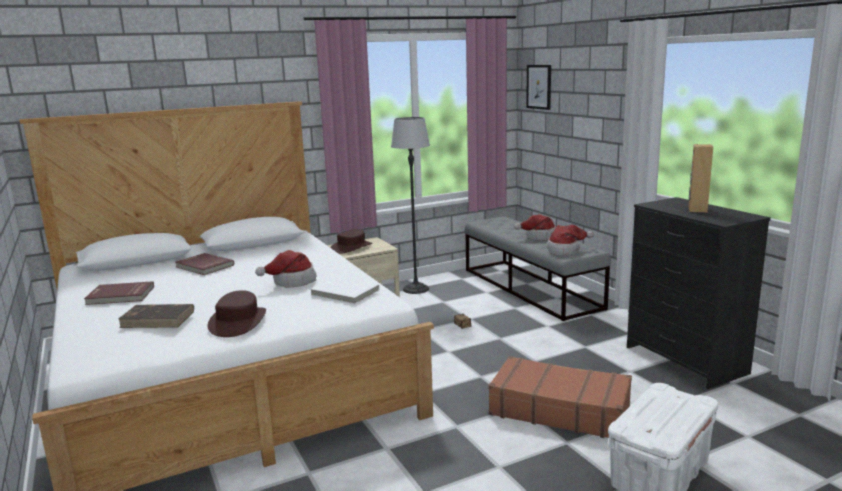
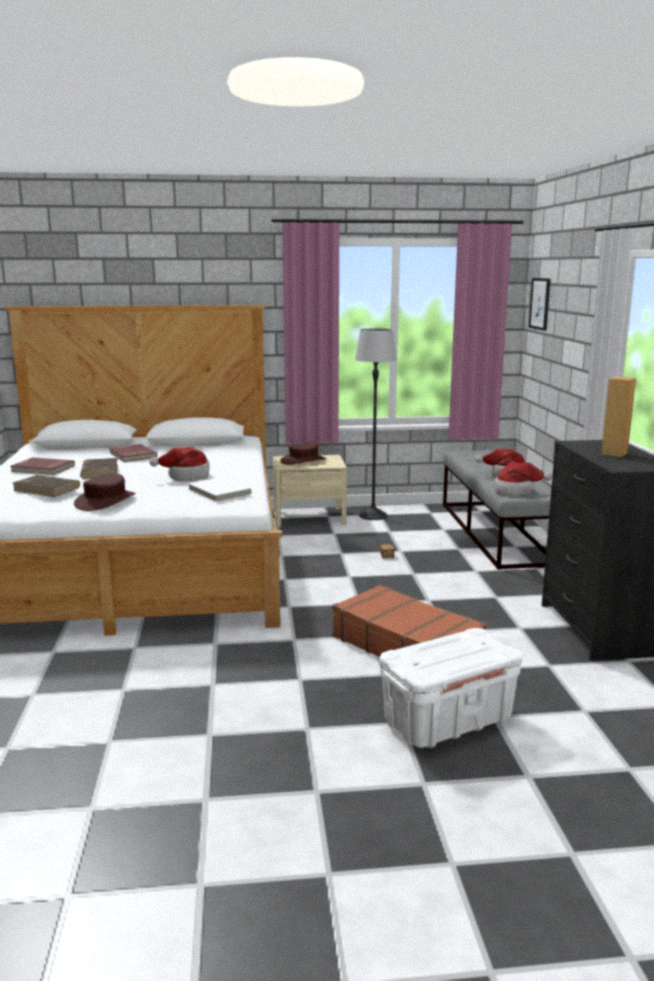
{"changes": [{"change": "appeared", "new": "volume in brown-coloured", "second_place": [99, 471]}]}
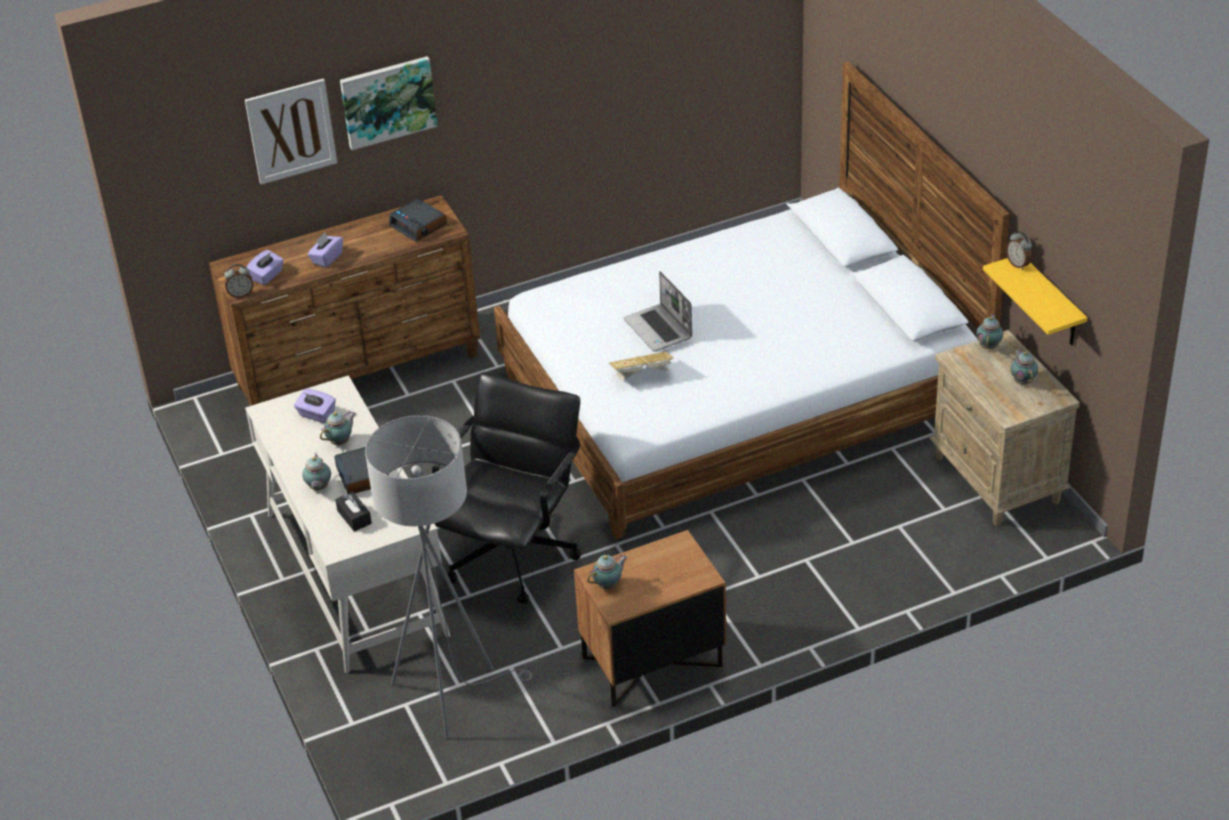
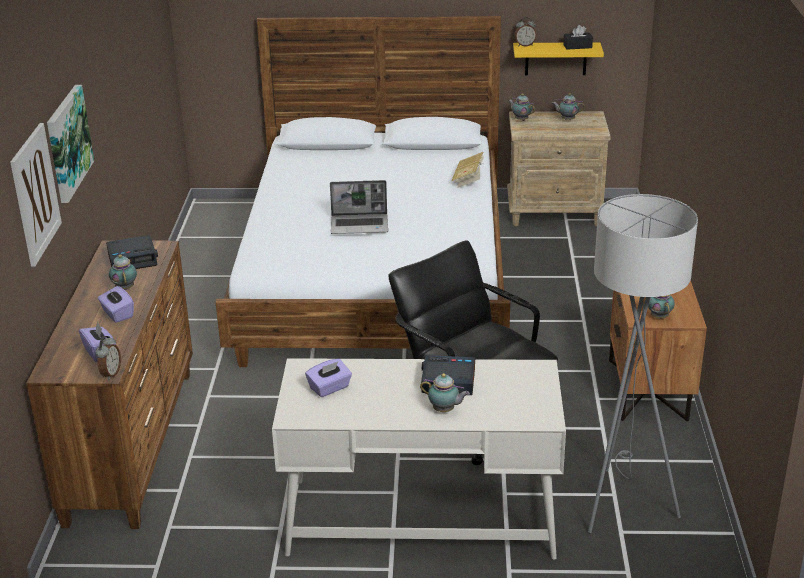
{"changes": [{"change": "relocated", "old": "volume", "first_place": [642, 376], "second_place": [469, 179]}, {"change": "relocated", "old": "tea pot", "first_place": [341, 441], "second_place": [125, 287]}, {"change": "relocated", "old": "box of tissues in blackish", "first_place": [354, 517], "second_place": [577, 46]}]}
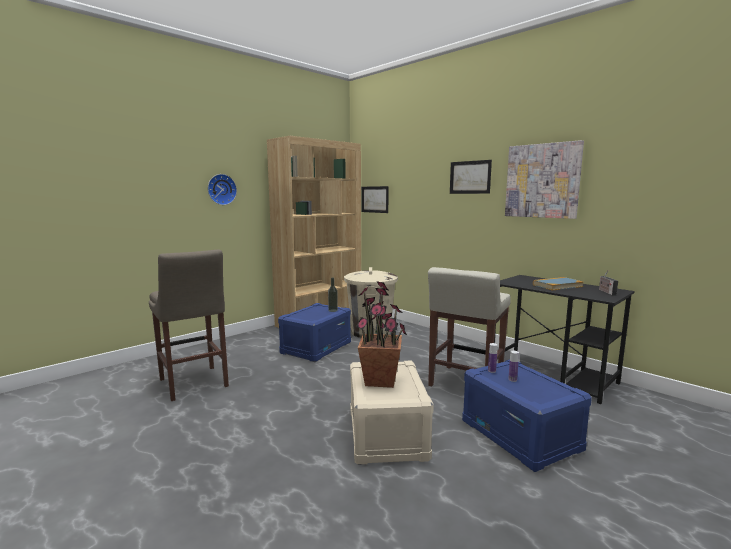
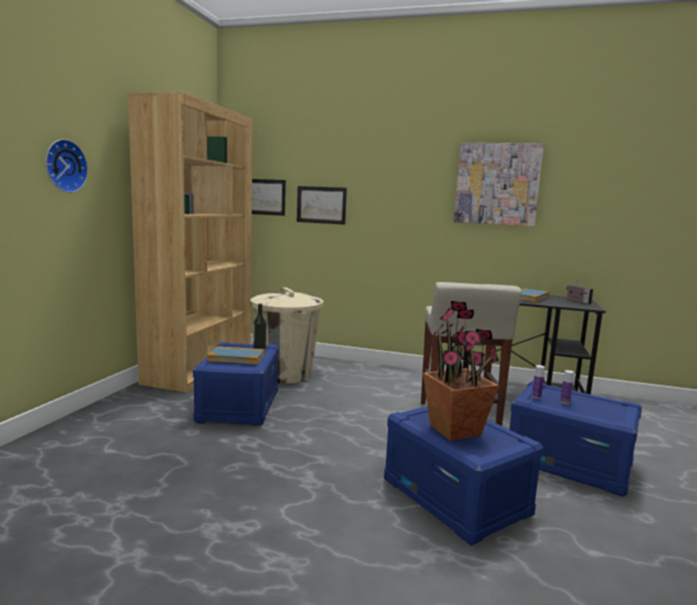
{"changes": [{"change": "relocated", "old": "wall art", "first_place": [470, 177], "second_place": [321, 205]}, {"change": "missing", "old": "stool in beige", "first_place": [194, 384]}, {"change": "colour", "old": "storage container in beige", "new": "storage container in blue-coloured", "first_place": [387, 434], "second_place": [456, 497]}, {"change": "appeared", "new": "volume", "second_place": [236, 358]}]}
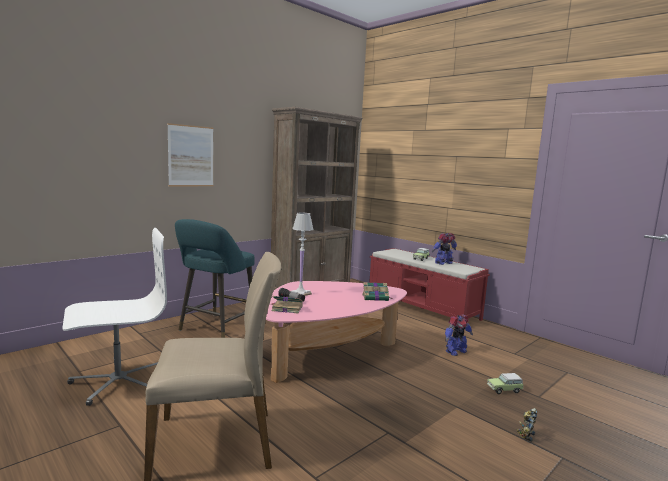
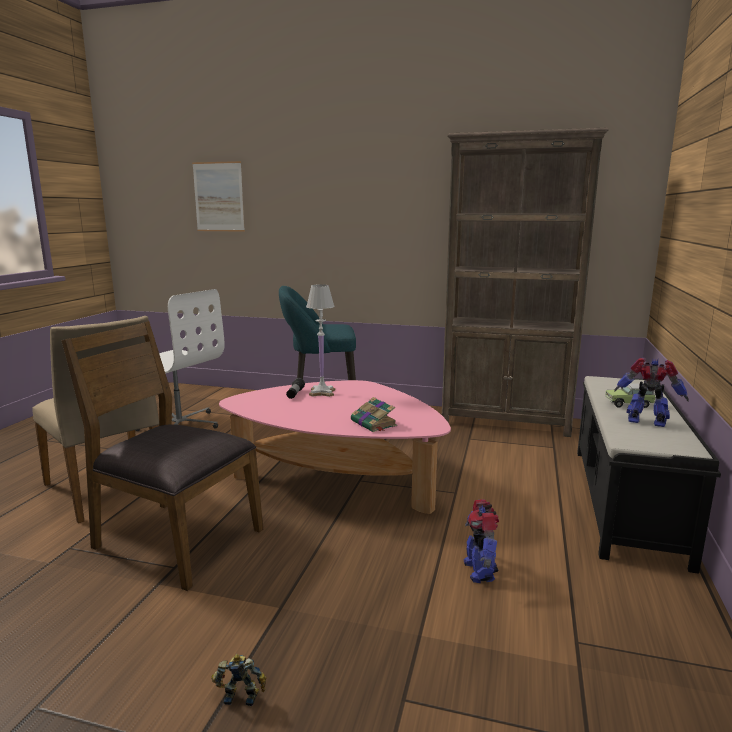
{"changes": [{"change": "relocated", "old": "wall art", "first_place": [191, 156], "second_place": [218, 197]}, {"change": "colour", "old": "bench in reddish", "new": "bench in blackish", "first_place": [423, 308], "second_place": [626, 502]}, {"change": "missing", "old": "volume", "first_place": [286, 308]}, {"change": "spun", "old": "robot figure", "first_place": [455, 351], "second_place": [479, 570], "degrees": 60}, {"change": "missing", "old": "miniature car", "first_place": [505, 390]}, {"change": "appeared", "new": "upright chair in brown-coloured", "second_place": [176, 539]}]}
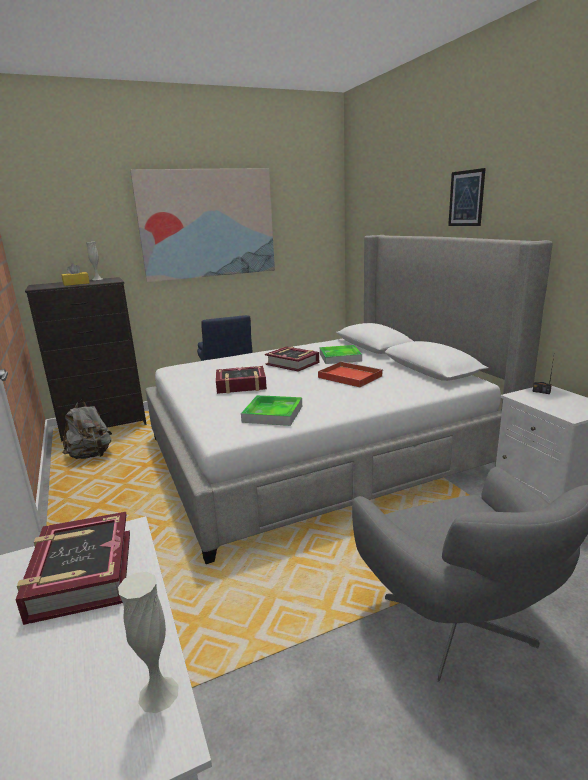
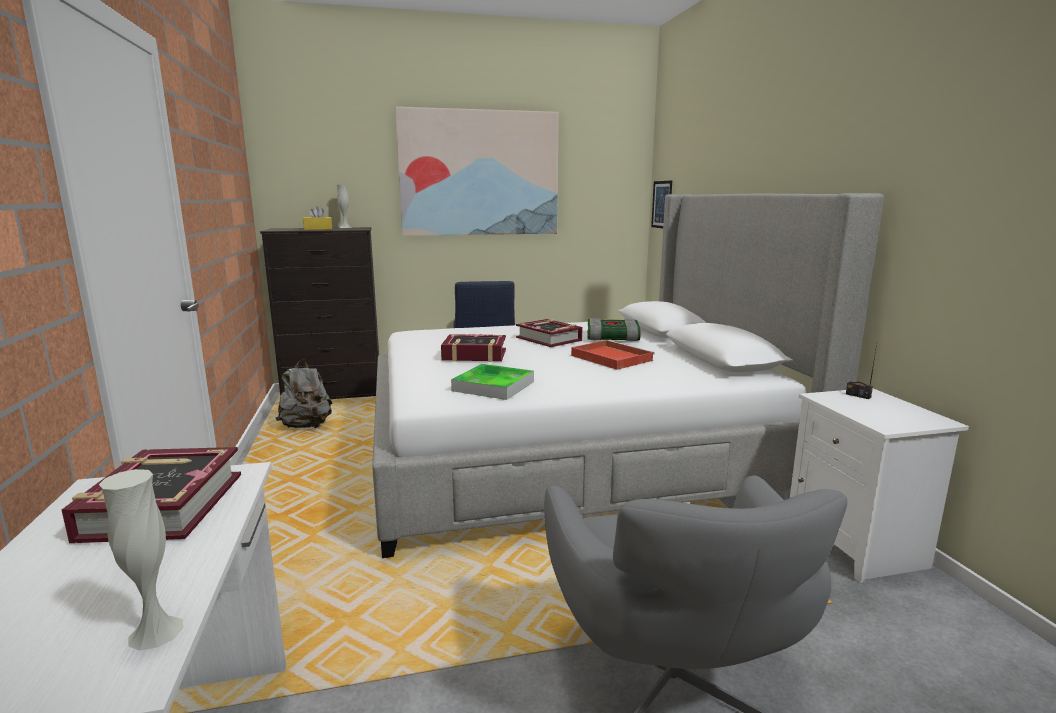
{"changes": [{"change": "relocated", "old": "wall art", "first_place": [466, 198], "second_place": [662, 204]}, {"change": "exchanged", "old": "serving tray", "new": "volume", "first_place": [340, 357], "second_place": [611, 338]}]}
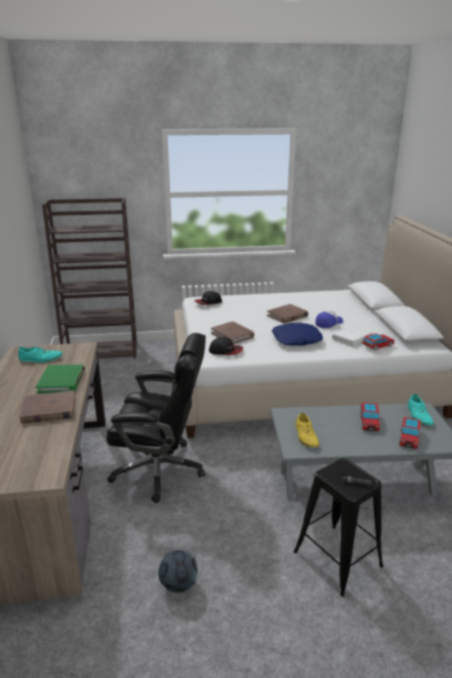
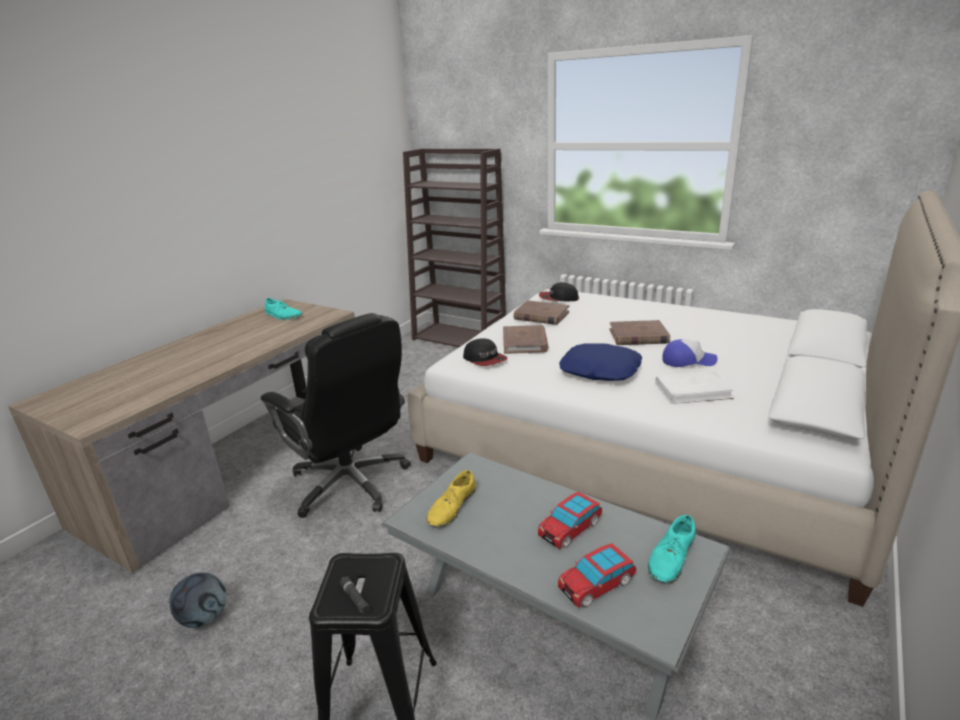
{"changes": [{"change": "missing", "old": "miniature car", "first_place": [377, 346]}, {"change": "missing", "old": "volume in green-coloured", "first_place": [62, 381]}, {"change": "relocated", "old": "volume in brown-coloured", "first_place": [49, 410], "second_place": [541, 315]}]}
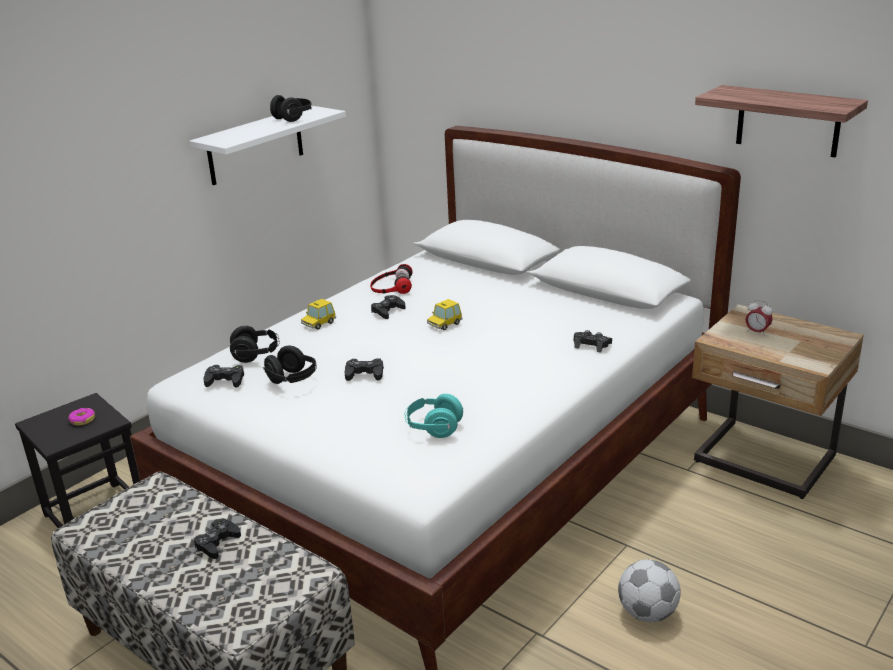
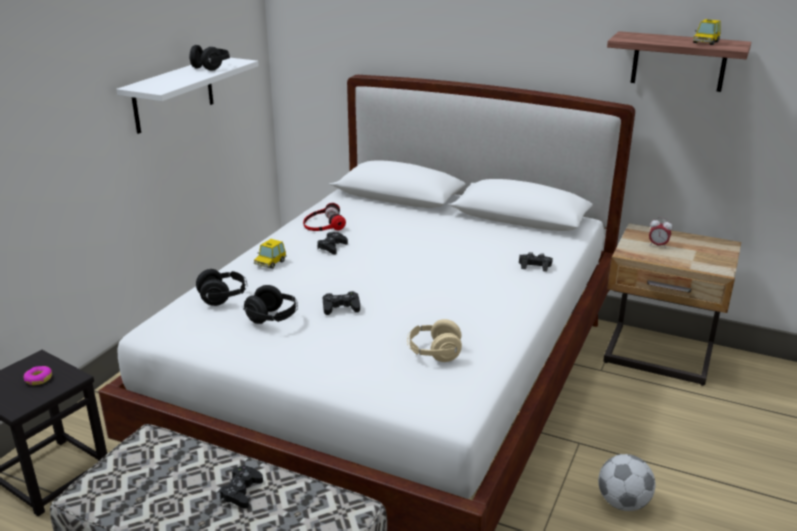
{"changes": [{"change": "relocated", "old": "miniature car", "first_place": [444, 324], "second_place": [705, 42]}, {"change": "missing", "old": "gamepad in blackish", "first_place": [225, 380]}, {"change": "colour", "old": "pair of headphones in blue-green", "new": "pair of headphones in beige", "first_place": [433, 428], "second_place": [434, 353]}]}
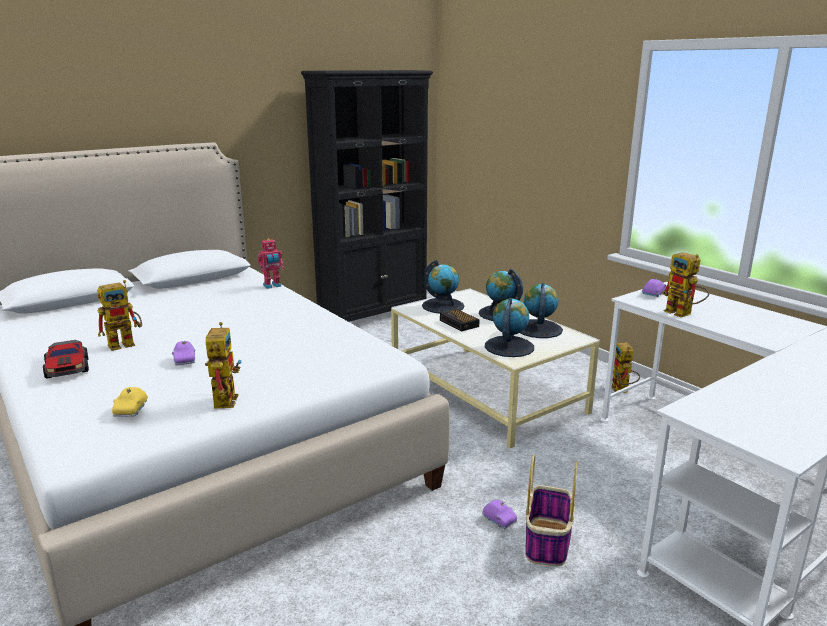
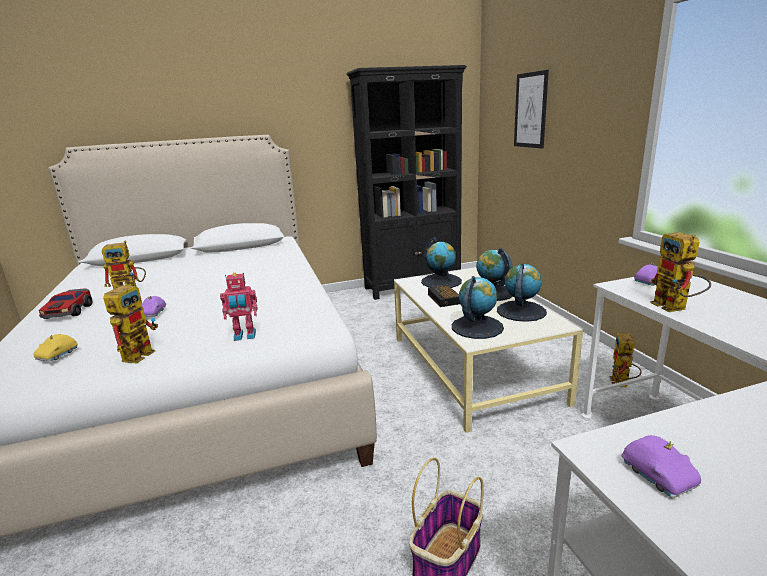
{"changes": [{"change": "relocated", "old": "robot figure", "first_place": [272, 286], "second_place": [244, 336]}, {"change": "relocated", "old": "miniature car in purple-coloured", "first_place": [499, 519], "second_place": [658, 475]}, {"change": "appeared", "new": "wall art", "second_place": [530, 110]}]}
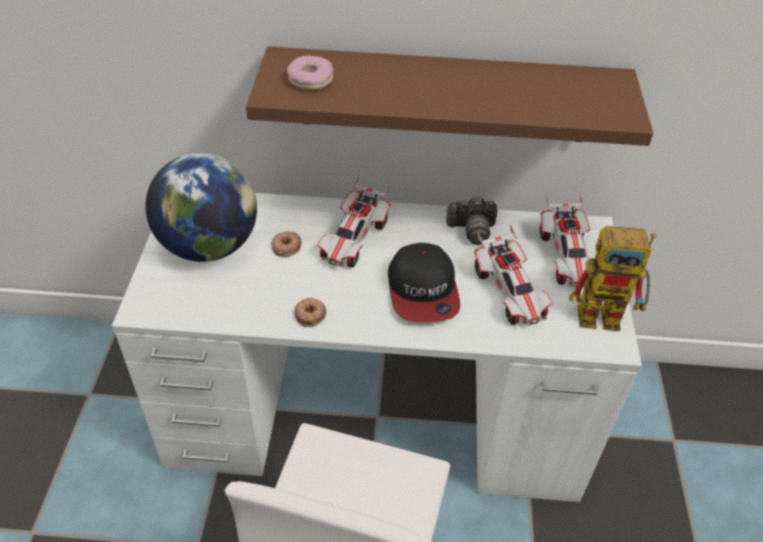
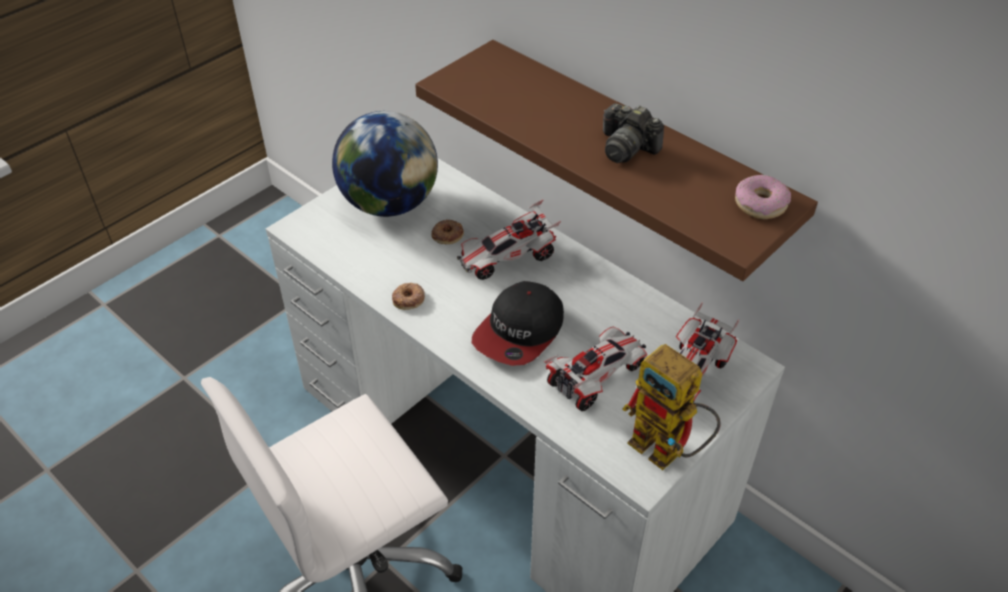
{"changes": [{"change": "relocated", "old": "donut", "first_place": [311, 80], "second_place": [760, 204]}, {"change": "relocated", "old": "still camera", "first_place": [472, 230], "second_place": [627, 148]}, {"change": "spun", "old": "miniature car", "first_place": [510, 293], "second_place": [595, 377], "degrees": -150}]}
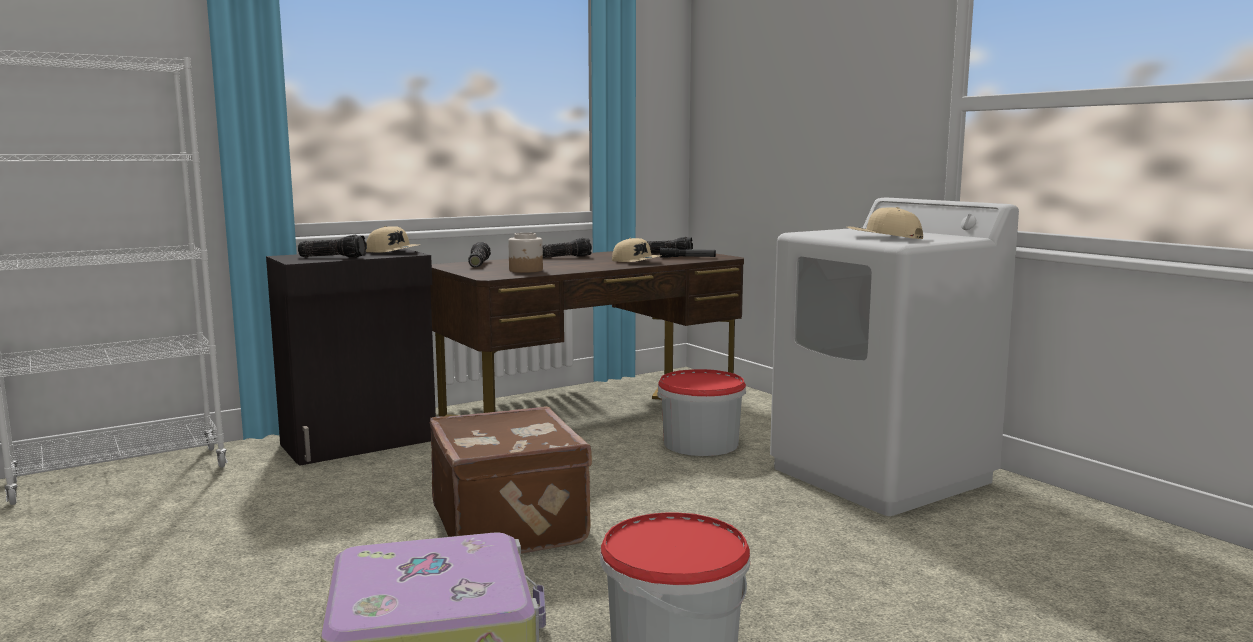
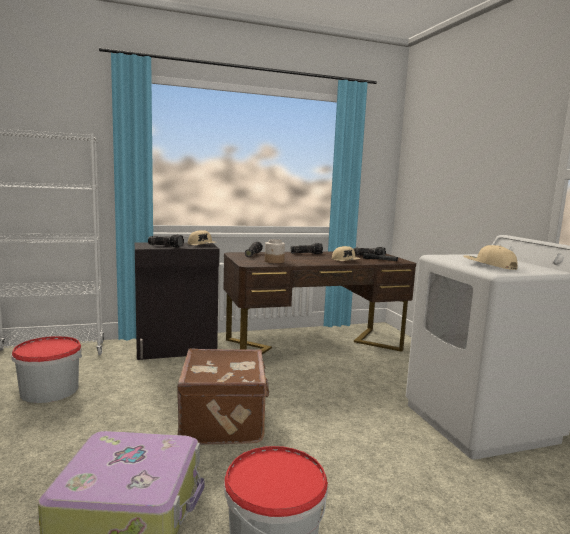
{"changes": [{"change": "relocated", "old": "bucket", "first_place": [701, 443], "second_place": [49, 390]}]}
